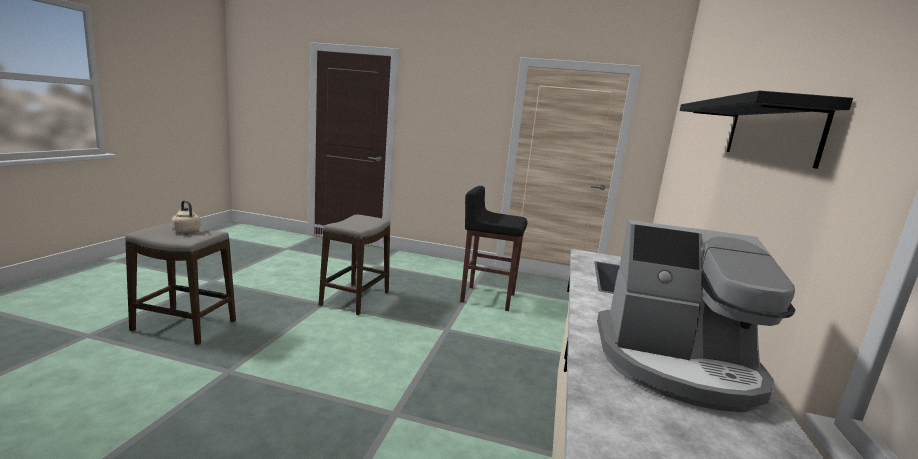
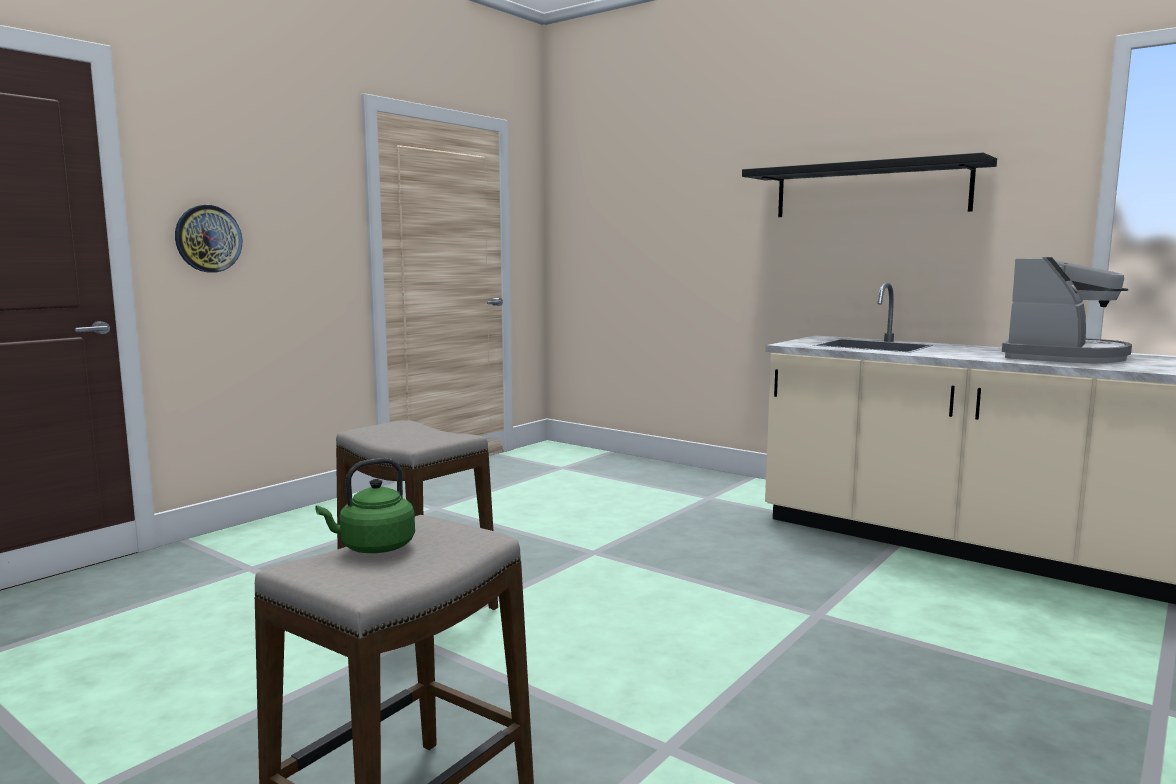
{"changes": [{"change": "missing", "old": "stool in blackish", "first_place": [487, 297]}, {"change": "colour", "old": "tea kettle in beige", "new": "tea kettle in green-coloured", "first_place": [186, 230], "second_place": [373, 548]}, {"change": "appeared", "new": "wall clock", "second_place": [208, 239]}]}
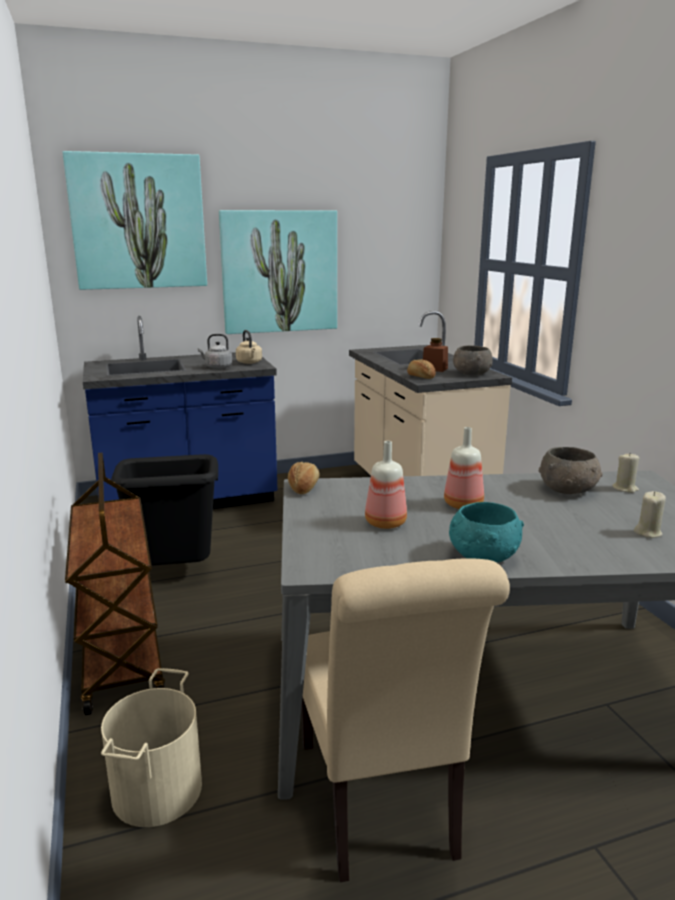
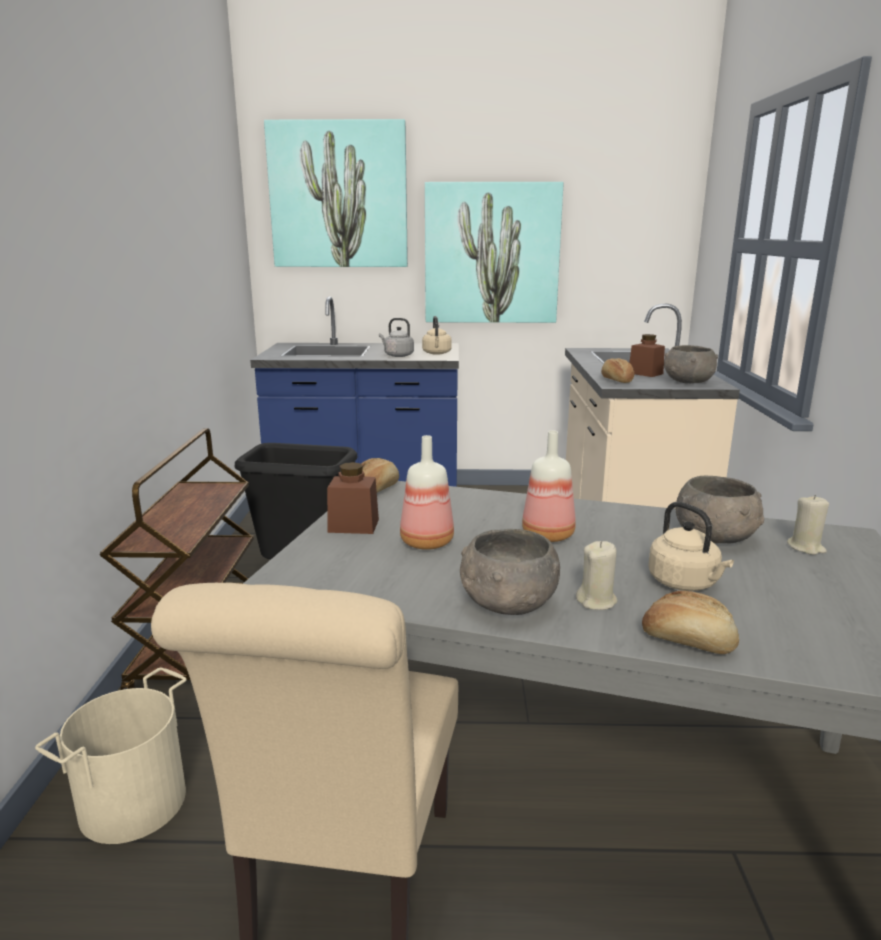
{"changes": [{"change": "relocated", "old": "wax candle in beige", "first_place": [648, 532], "second_place": [596, 601]}, {"change": "colour", "old": "deep dish in blue-green", "new": "deep dish in greyish", "first_place": [482, 556], "second_place": [507, 603]}, {"change": "appeared", "new": "preserve jar in brown-coloured", "second_place": [353, 526]}, {"change": "appeared", "new": "tea kettle in beige", "second_place": [685, 583]}, {"change": "appeared", "new": "bakery bread", "second_place": [688, 641]}]}
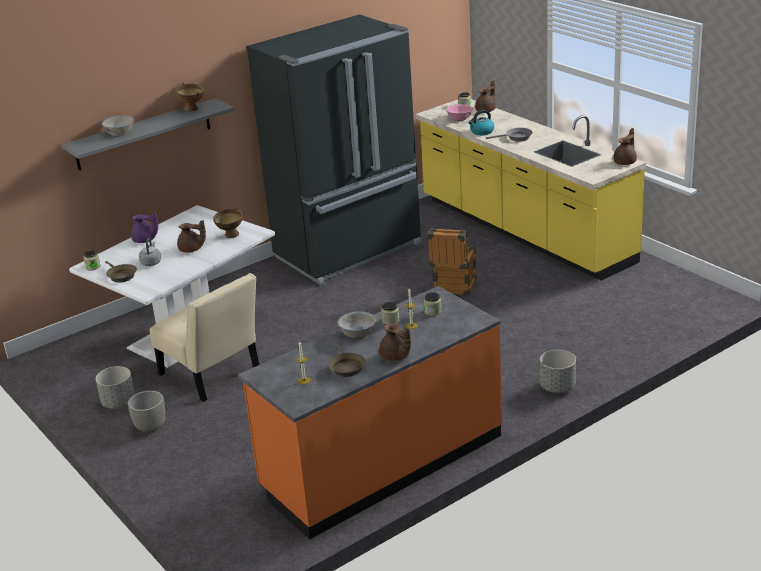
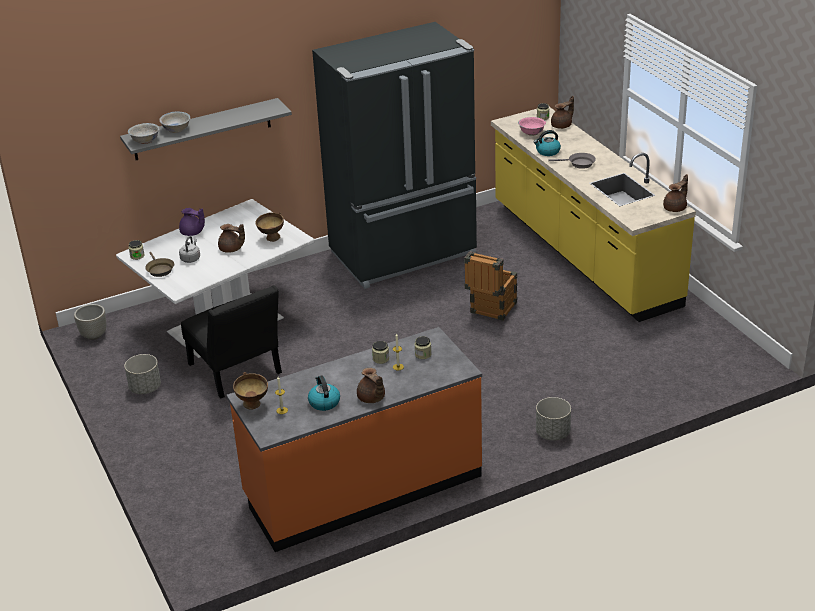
{"changes": [{"change": "relocated", "old": "deep dish in brown-coloured", "first_place": [193, 110], "second_place": [253, 406]}, {"change": "colour", "old": "upright chair in beige", "new": "upright chair in blackish", "first_place": [213, 375], "second_place": [237, 372]}, {"change": "relocated", "old": "deep dish in white", "first_place": [358, 334], "second_place": [145, 140]}, {"change": "exchanged", "old": "pan in brown-coloured", "new": "tea kettle", "first_place": [346, 367], "second_place": [324, 402]}, {"change": "relocated", "old": "planter in greyish", "first_place": [150, 427], "second_place": [93, 335]}]}
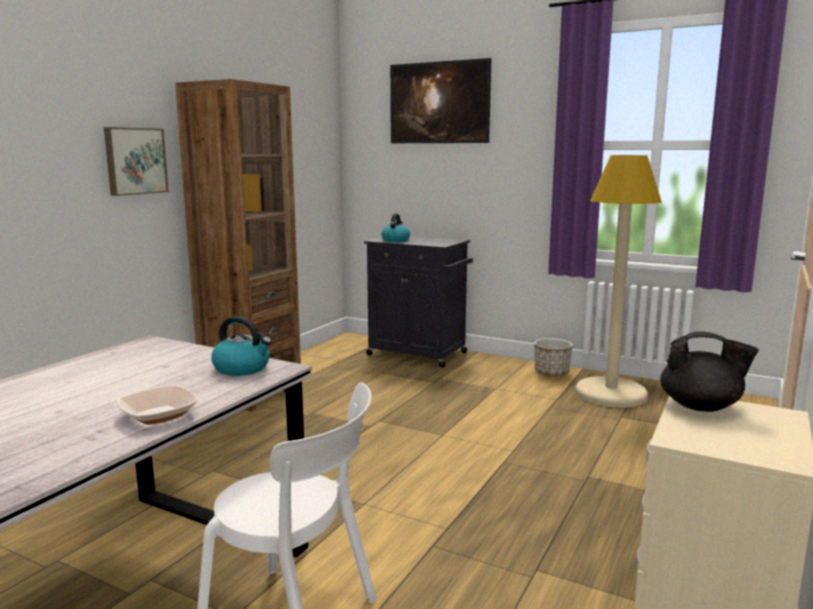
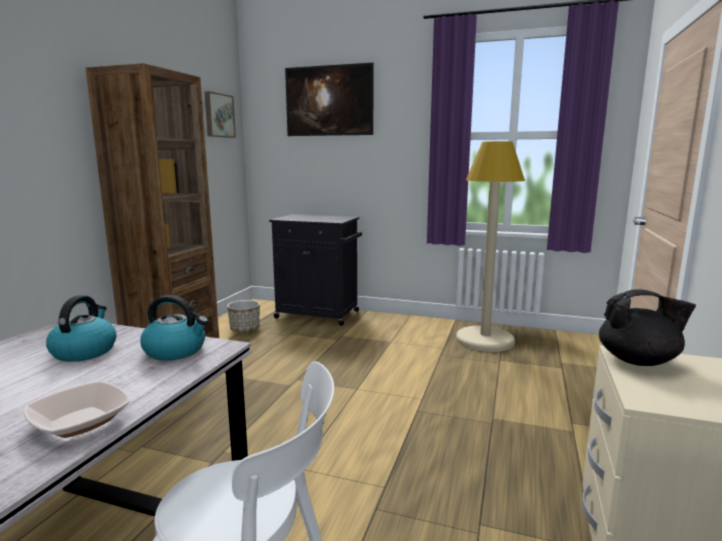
{"changes": [{"change": "relocated", "old": "wall art", "first_place": [135, 161], "second_place": [218, 115]}, {"change": "relocated", "old": "tea kettle", "first_place": [395, 240], "second_place": [84, 351]}, {"change": "relocated", "old": "planter", "first_place": [551, 373], "second_place": [245, 329]}]}
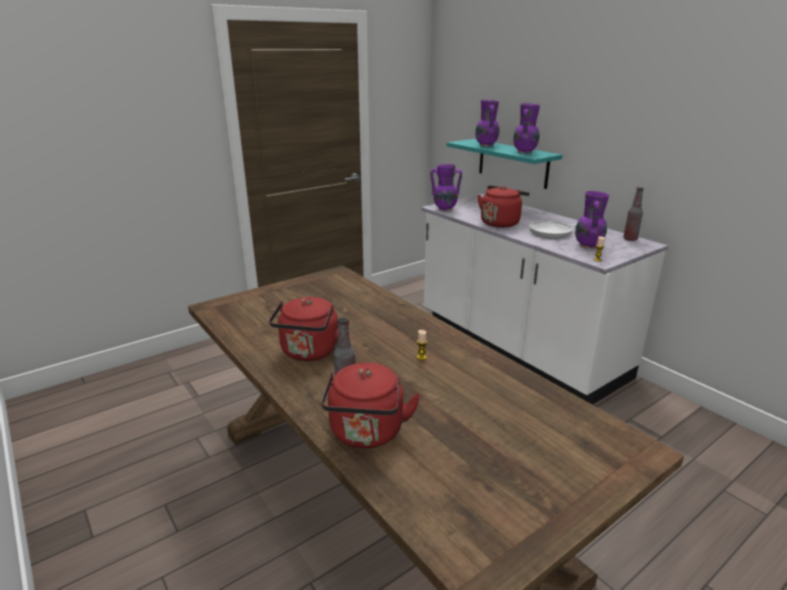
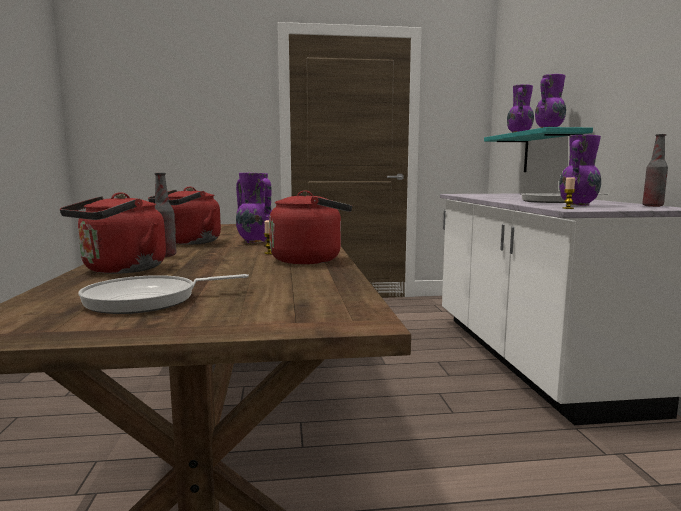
{"changes": [{"change": "relocated", "old": "flower vase in purple-coloured", "first_place": [444, 209], "second_place": [255, 242]}, {"change": "relocated", "old": "tea kettle in reddish", "first_place": [501, 223], "second_place": [310, 260]}, {"change": "appeared", "new": "pan", "second_place": [148, 300]}]}
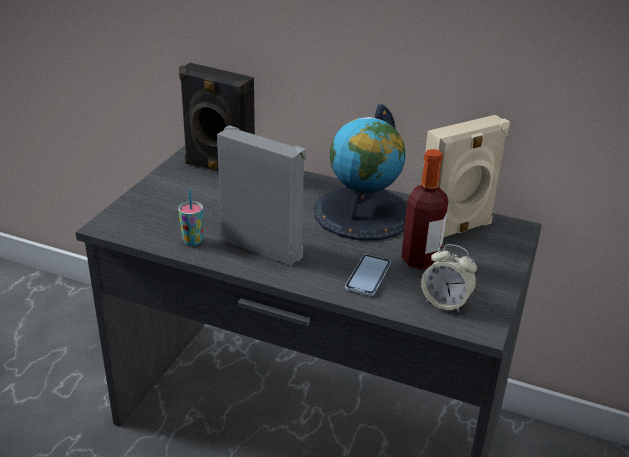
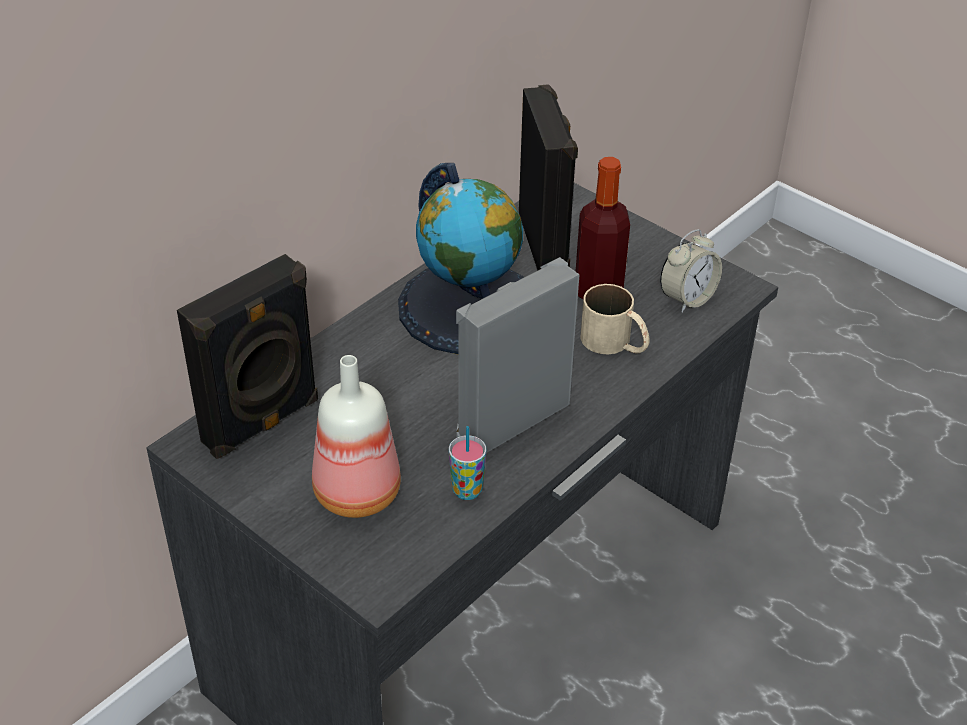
{"changes": [{"change": "colour", "old": "loudspeaker in beige", "new": "loudspeaker in blackish", "first_place": [455, 230], "second_place": [545, 243]}, {"change": "exchanged", "old": "phone", "new": "coffee mug in beige", "first_place": [368, 276], "second_place": [615, 343]}, {"change": "appeared", "new": "drink bottle", "second_place": [356, 495]}]}
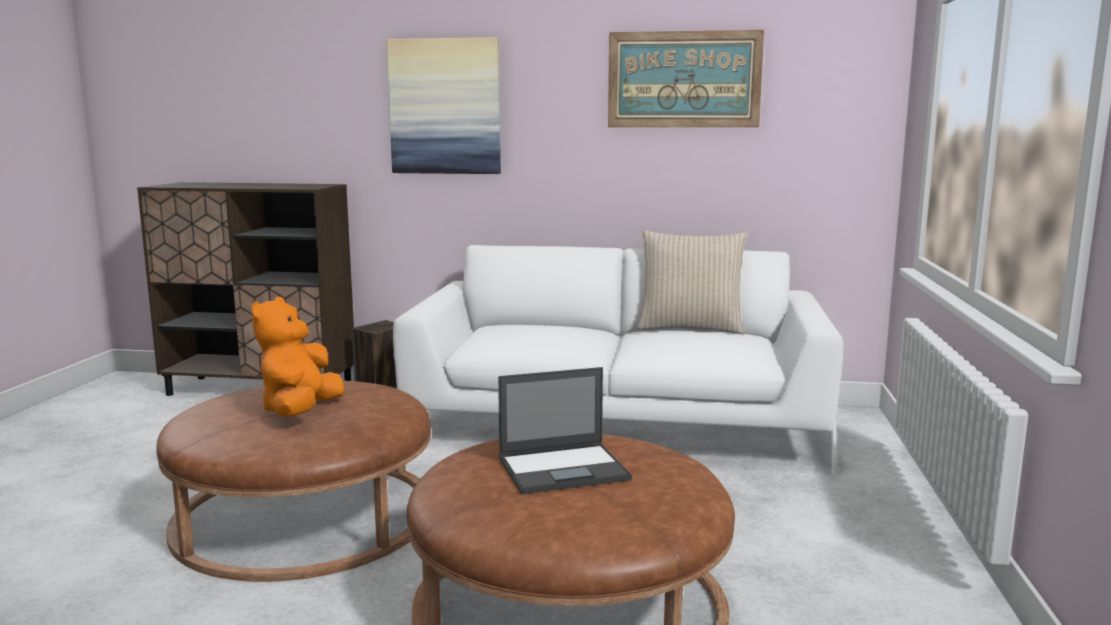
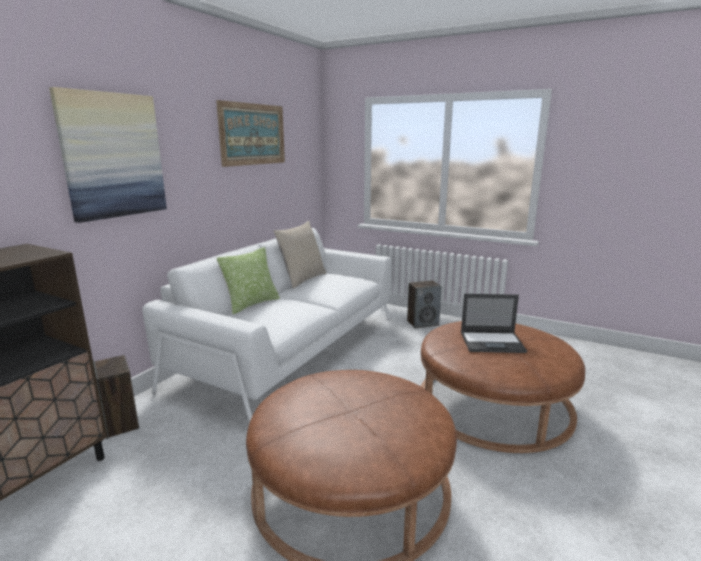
{"changes": [{"change": "missing", "old": "soft toy in orangey", "first_place": [300, 412]}, {"change": "spun", "old": "laptop", "first_place": [565, 469], "second_place": [493, 342], "degrees": 90}, {"change": "appeared", "new": "pillow", "second_place": [251, 304]}, {"change": "appeared", "new": "loudspeaker", "second_place": [423, 323]}]}
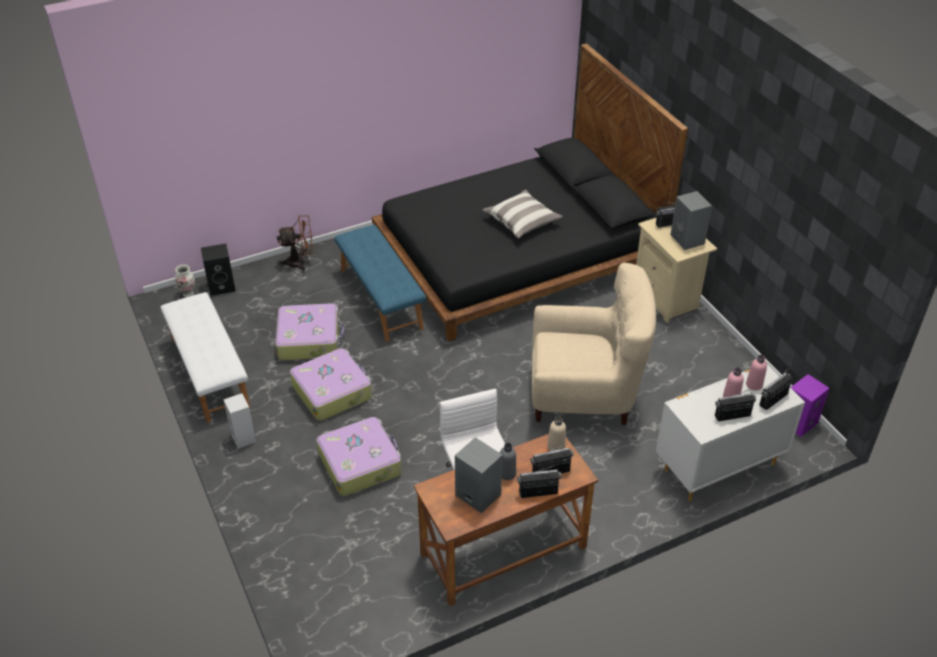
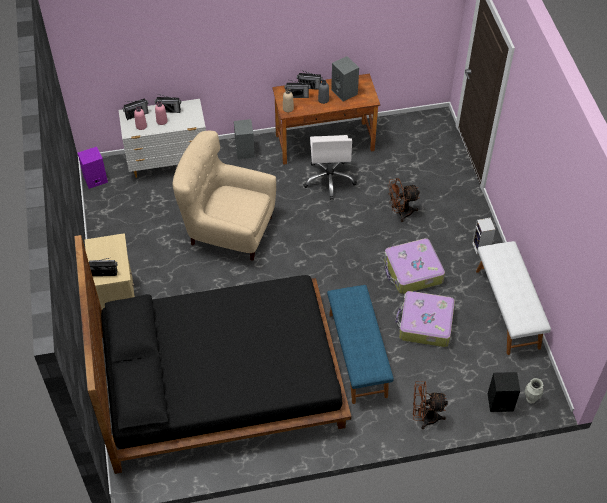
{"changes": [{"change": "missing", "old": "pillow", "first_place": [521, 222]}, {"change": "relocated", "old": "loudspeaker in greyish", "first_place": [688, 239], "second_place": [244, 150]}, {"change": "exchanged", "old": "piece of luggage", "new": "cooling fan in brown-coloured", "first_place": [360, 463], "second_place": [400, 212]}]}
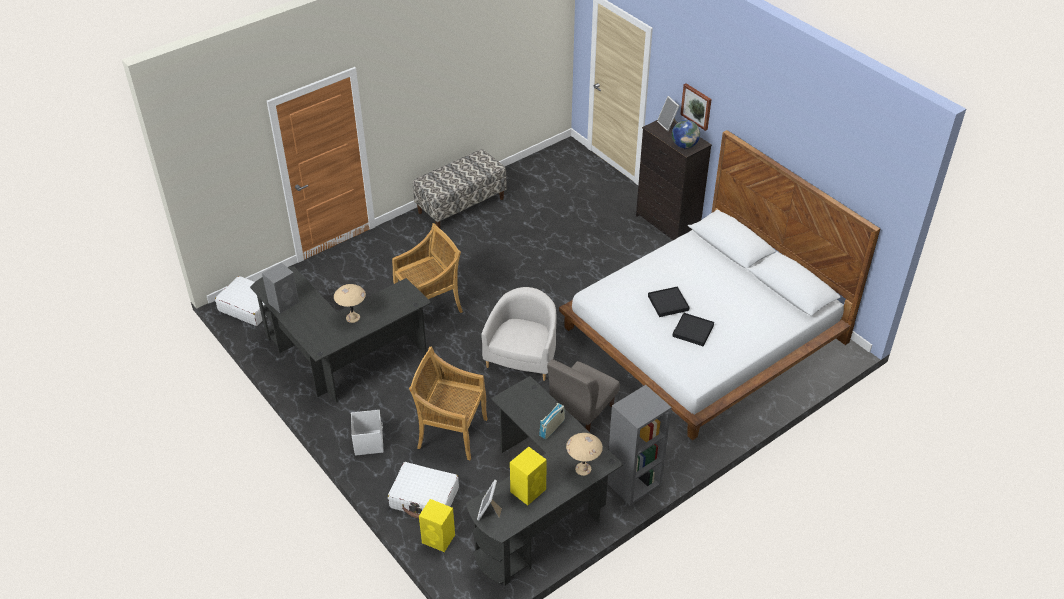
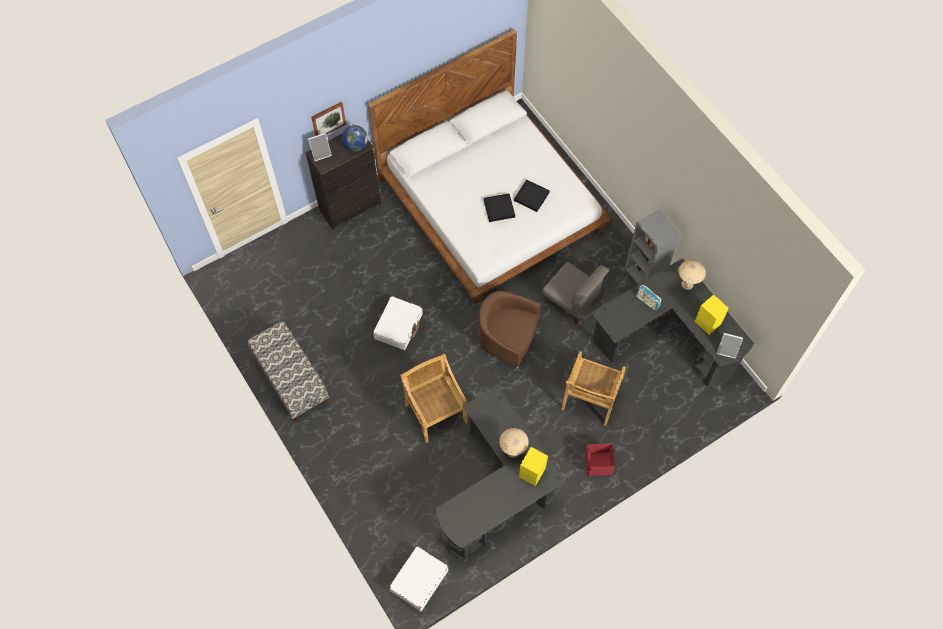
{"changes": [{"change": "missing", "old": "loudspeaker in greyish", "first_place": [284, 302]}, {"change": "colour", "old": "easy chair in white", "new": "easy chair in brown-coloured", "first_place": [523, 356], "second_place": [507, 339]}, {"change": "colour", "old": "storage container in white", "new": "storage container in reddish", "first_place": [369, 442], "second_place": [597, 464]}, {"change": "relocated", "old": "piece of luggage in white", "first_place": [424, 498], "second_place": [398, 326]}, {"change": "relocated", "old": "loudspeaker in yellow", "first_place": [439, 539], "second_place": [532, 472]}]}
